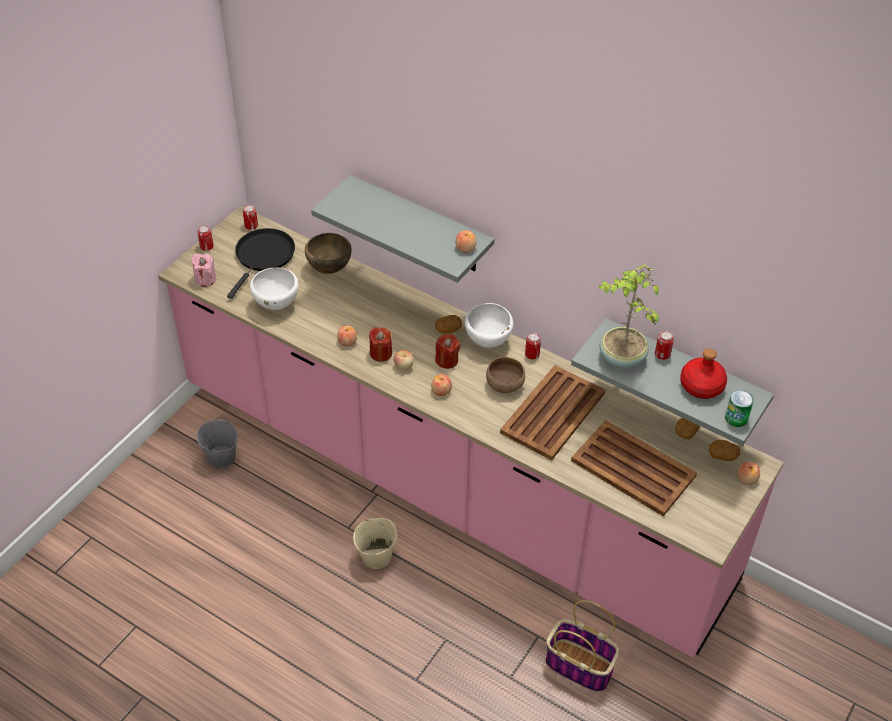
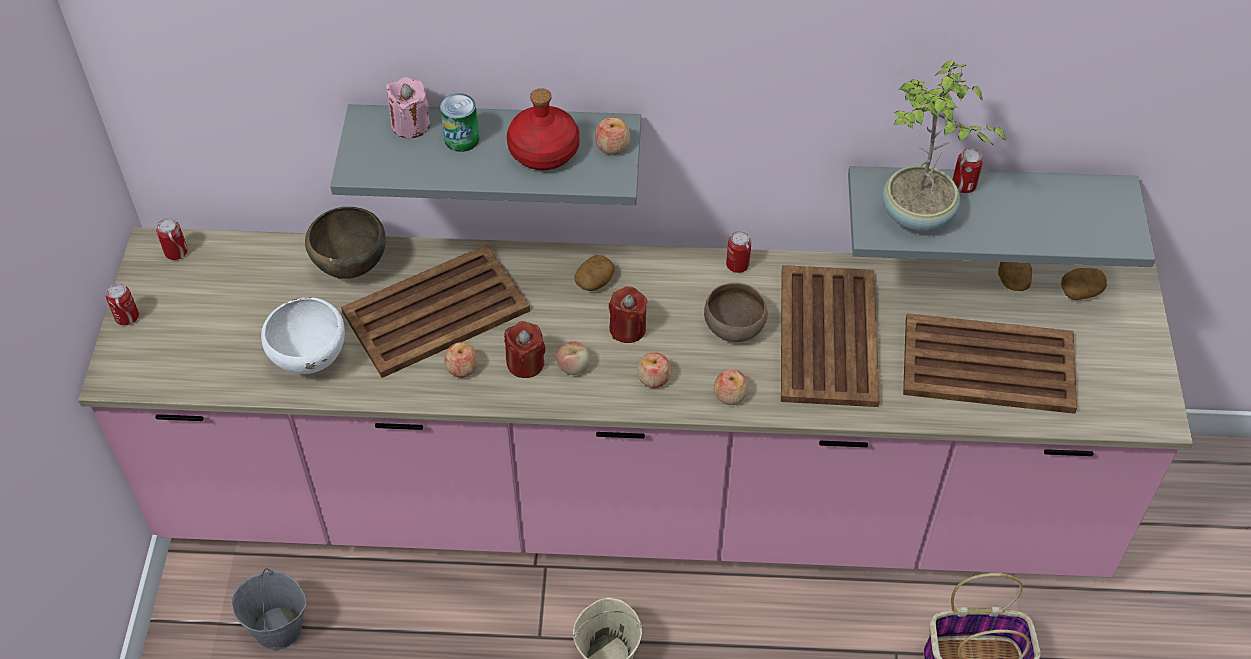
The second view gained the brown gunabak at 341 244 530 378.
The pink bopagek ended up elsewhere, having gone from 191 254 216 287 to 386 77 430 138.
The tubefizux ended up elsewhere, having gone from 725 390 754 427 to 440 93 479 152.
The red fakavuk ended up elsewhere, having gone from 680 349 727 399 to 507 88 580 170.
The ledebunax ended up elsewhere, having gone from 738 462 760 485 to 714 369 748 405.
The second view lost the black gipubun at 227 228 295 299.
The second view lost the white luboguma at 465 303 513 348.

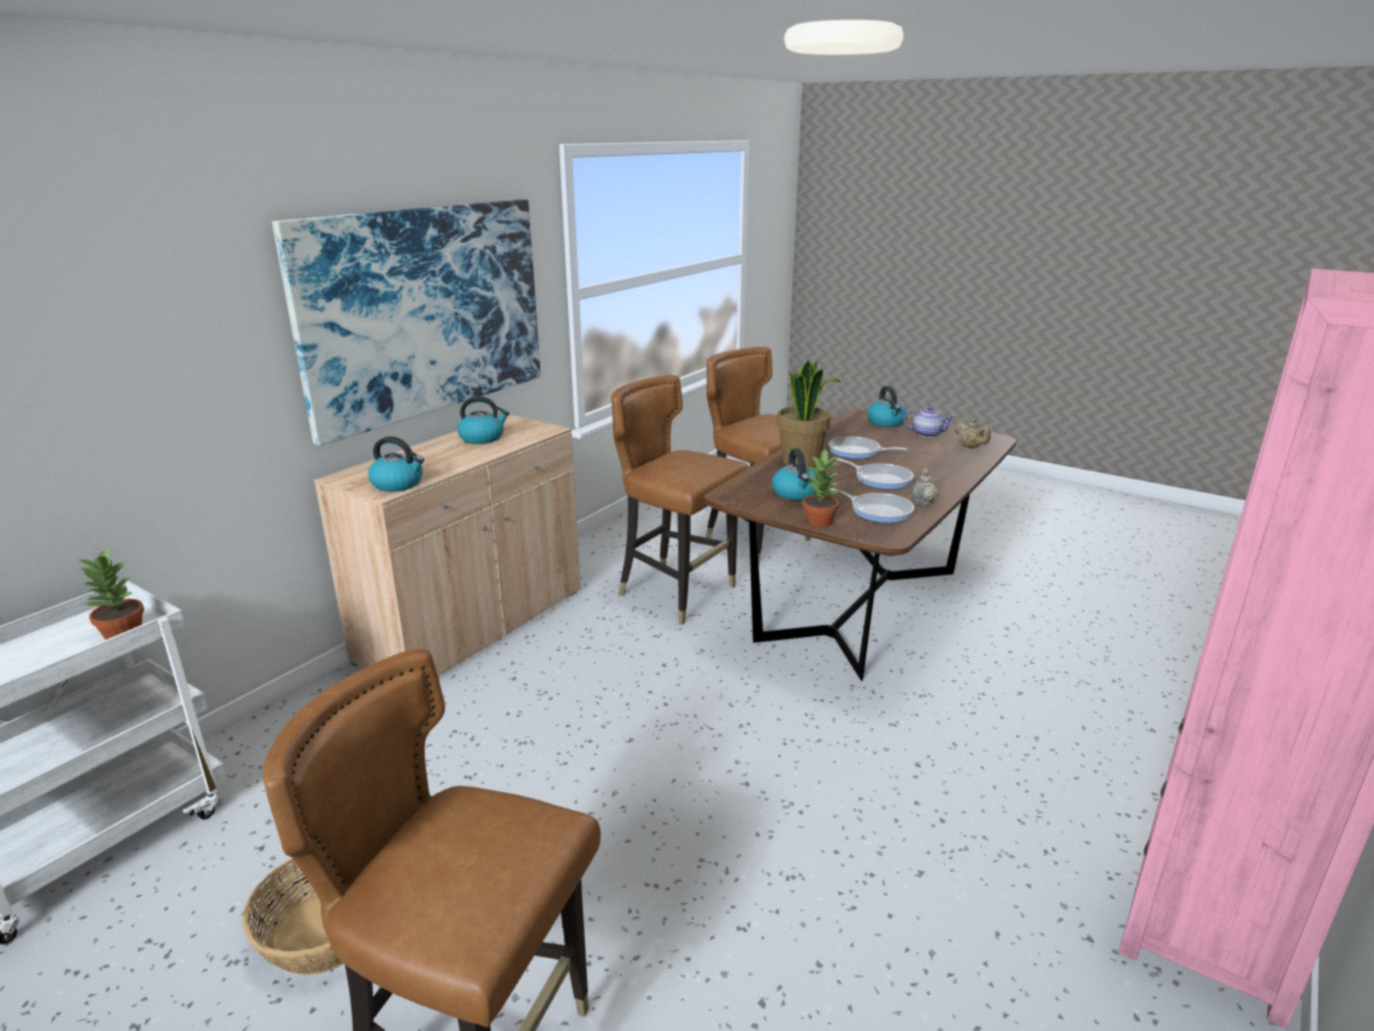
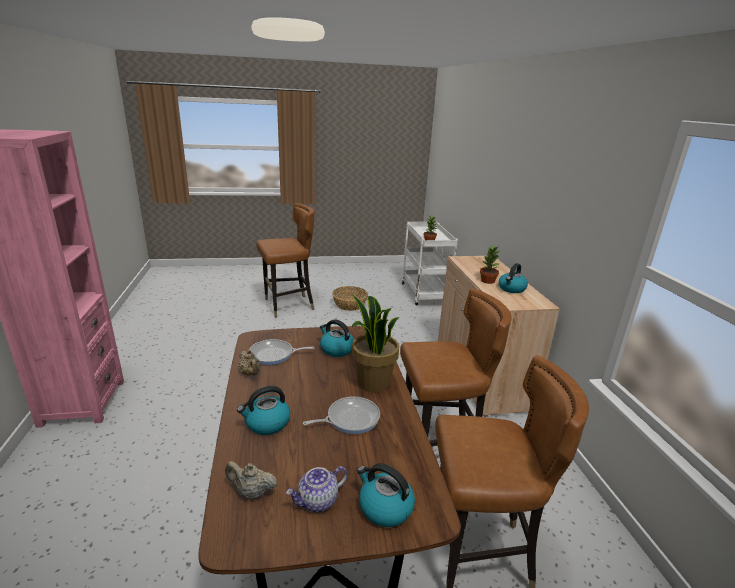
The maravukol ended up elsewhere, having gone from 368 436 424 492 to 237 386 290 435.
The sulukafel ended up elsewhere, having gone from 803 448 840 527 to 480 244 501 284.
The second view lost the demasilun at 272 199 541 446.
The second view lost the gipubun at 836 458 913 490.

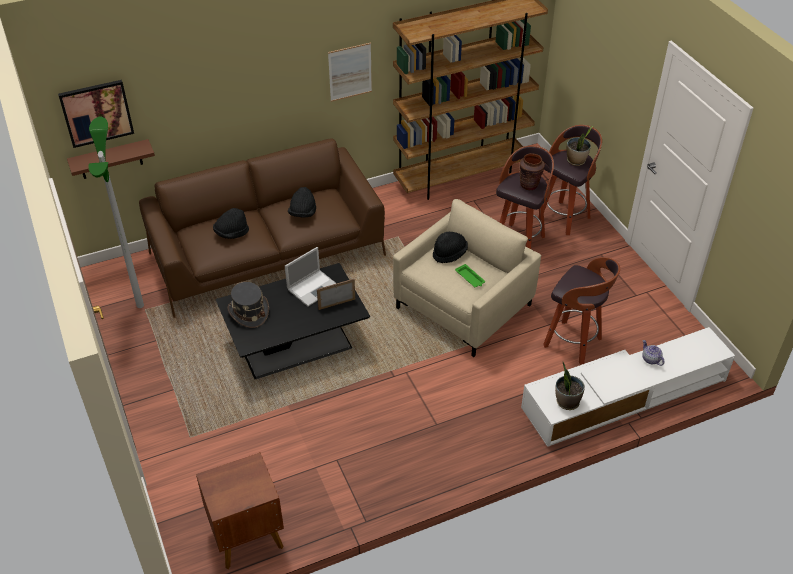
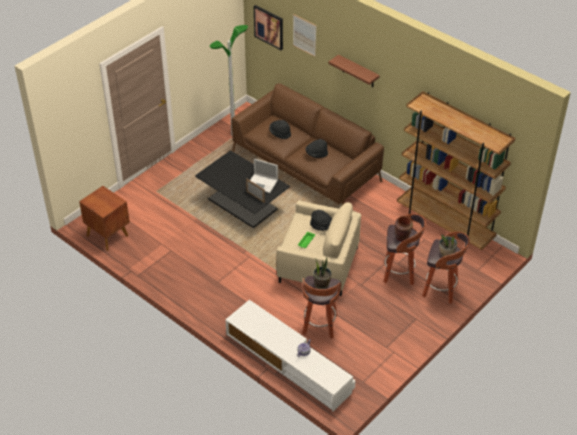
The demasilun ended up elsewhere, having gone from 328 43 372 102 to 293 14 316 57.
The sulukafel ended up elsewhere, having gone from 555 362 585 410 to 313 257 332 289.
The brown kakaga ended up elsewhere, having gone from 67 139 155 179 to 328 55 380 87.
The second view lost the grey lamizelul at 228 282 269 328.

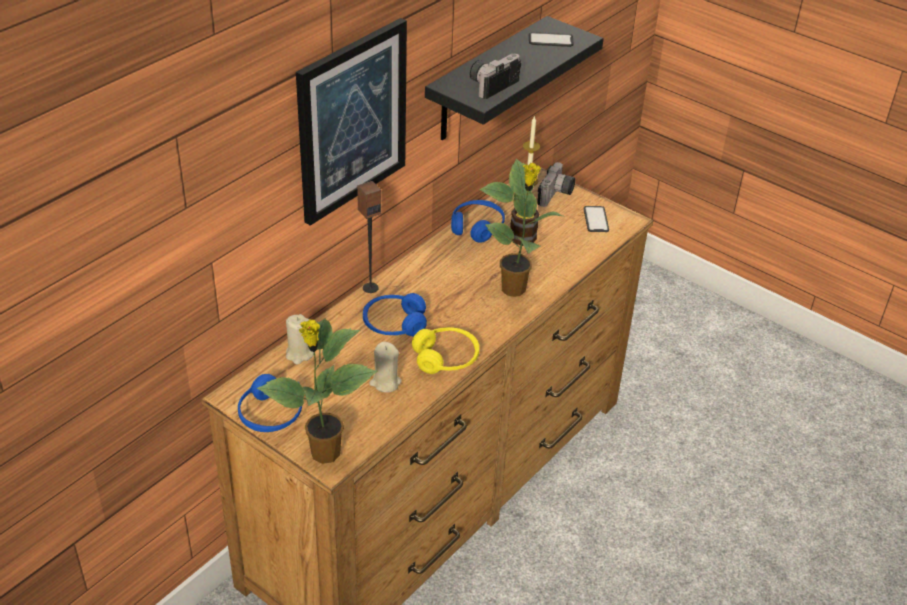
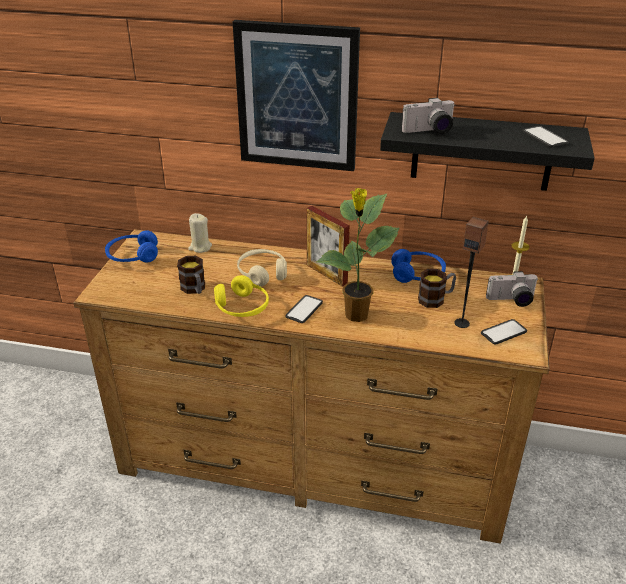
Where the beige bopagek stood at 369 341 402 393, the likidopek came to stand at 177 256 205 294.
What was the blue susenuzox at 363 293 427 336 turned into the beige susenuzox at 237 249 287 287.
The second view gained the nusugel at 285 295 323 323.
The second view gained the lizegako at 306 206 350 287.
The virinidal at 469 54 521 99 ended up facing another way, 150 degrees clockwise from before.
The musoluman ended up elsewhere, having gone from 357 181 381 293 to 454 217 489 328.
The second view lost the sulukafel at 257 318 377 464.

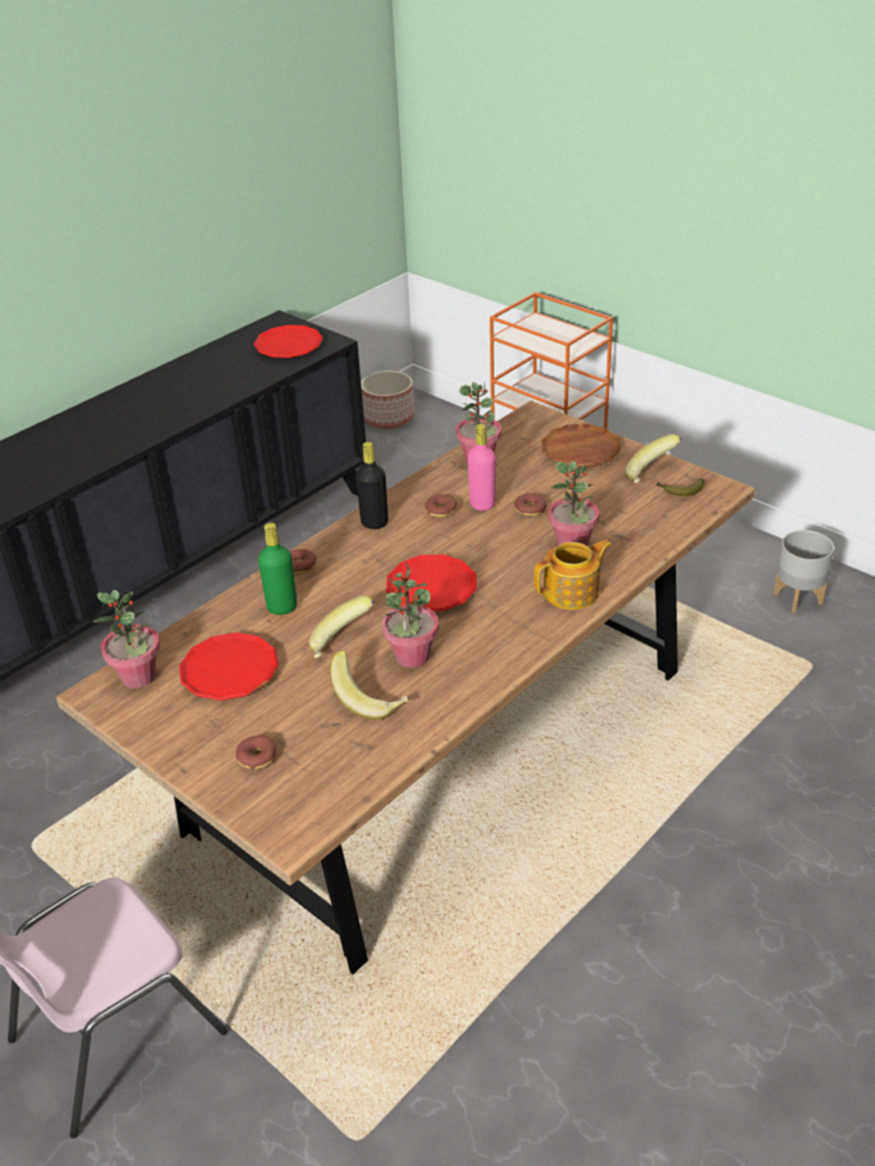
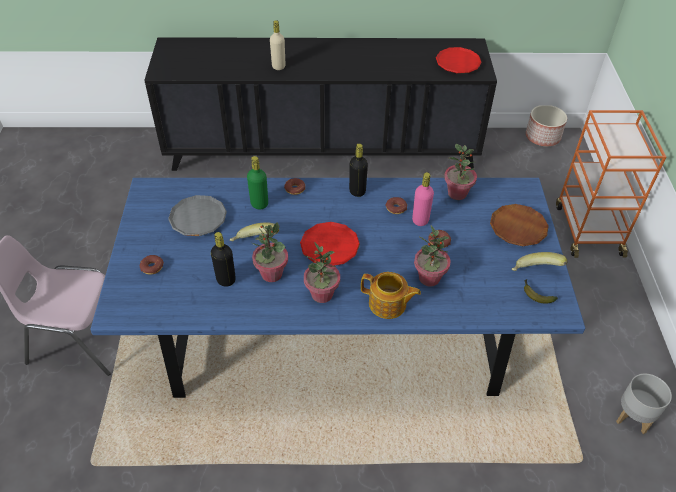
What was the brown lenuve at 56 401 755 974 turned into the blue lenuve at 90 178 585 398.
What was the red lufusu at 179 632 278 701 turned into the grey lufusu at 168 195 227 236.
Where the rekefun stood at 330 650 409 720, the black fakavuk came to stand at 211 232 236 287.
The second view gained the beige fakavuk at 270 21 286 70.
The sulukafel ended up elsewhere, having gone from 94 590 160 688 to 304 242 340 303.

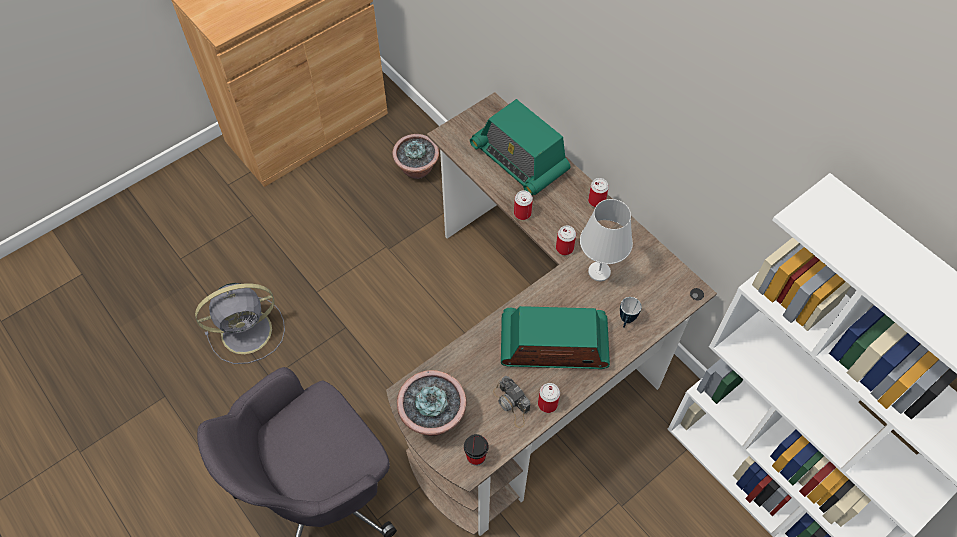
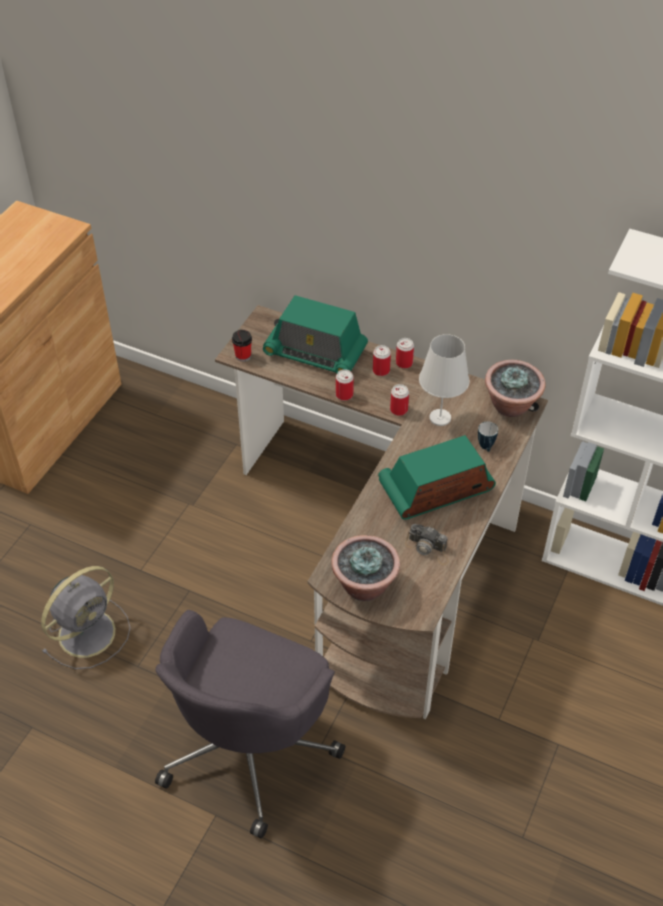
The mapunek ended up elsewhere, having gone from 464 434 489 466 to 232 330 252 362.
The tubefizux ended up elsewhere, having gone from 538 383 560 413 to 373 345 391 376.
The sulukafel ended up elsewhere, having gone from 392 134 439 179 to 485 360 546 417.

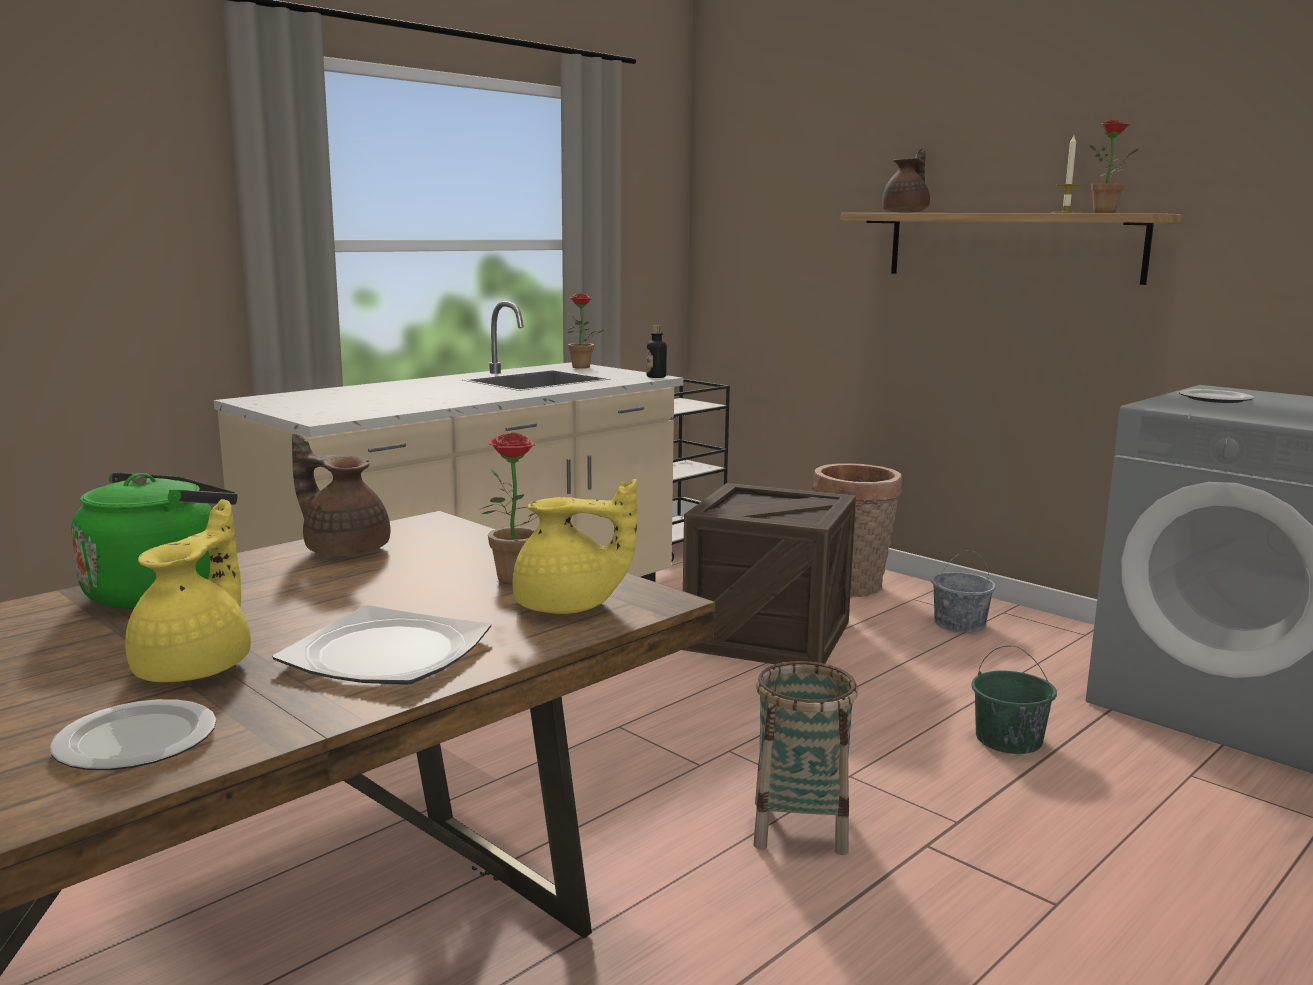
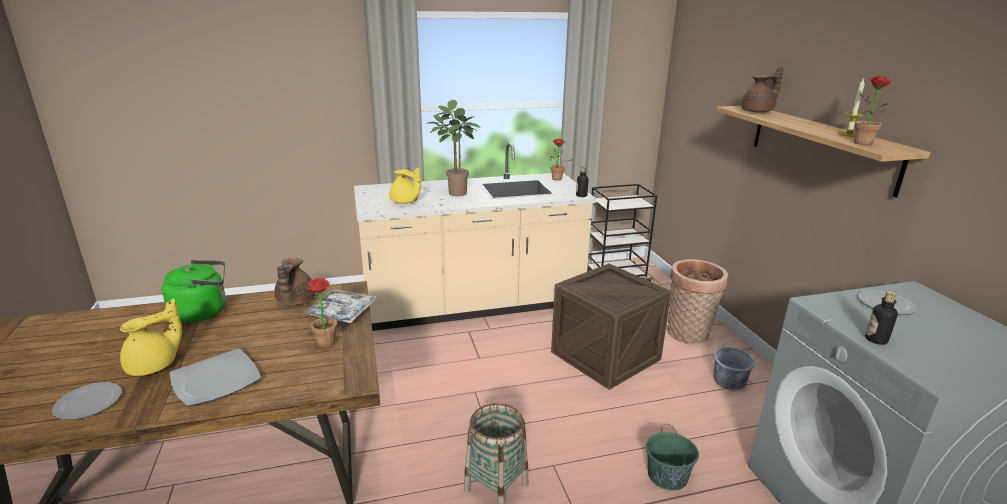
The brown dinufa at 292 434 391 557 ended up facing another way, 150 degrees counterclockwise from before.
The second view gained the gunabak at 302 289 377 323.
The yellow dinufa ended up elsewhere, having gone from 512 479 637 614 to 390 167 421 204.
The second view gained the sulukafel at 426 100 481 196.
The second view gained the fakavuk at 865 291 898 345.

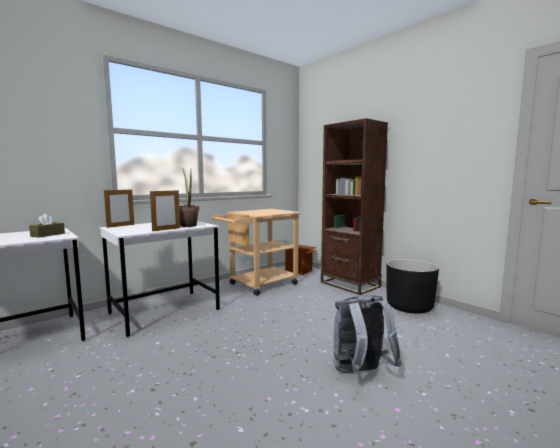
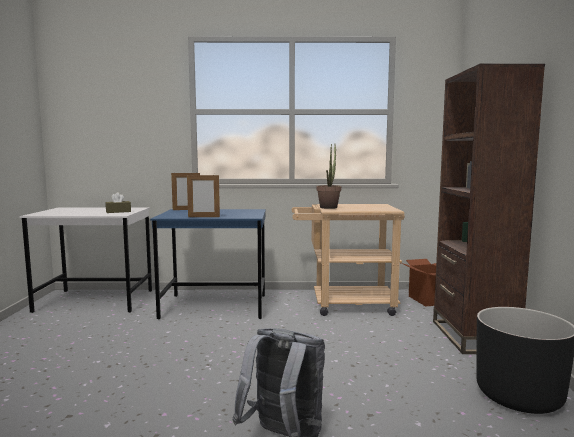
What was the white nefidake at 100 221 220 337 turned into the blue nefidake at 150 209 266 319.
The sulukafel ended up elsewhere, having gone from 179 168 199 227 to 316 144 341 209.

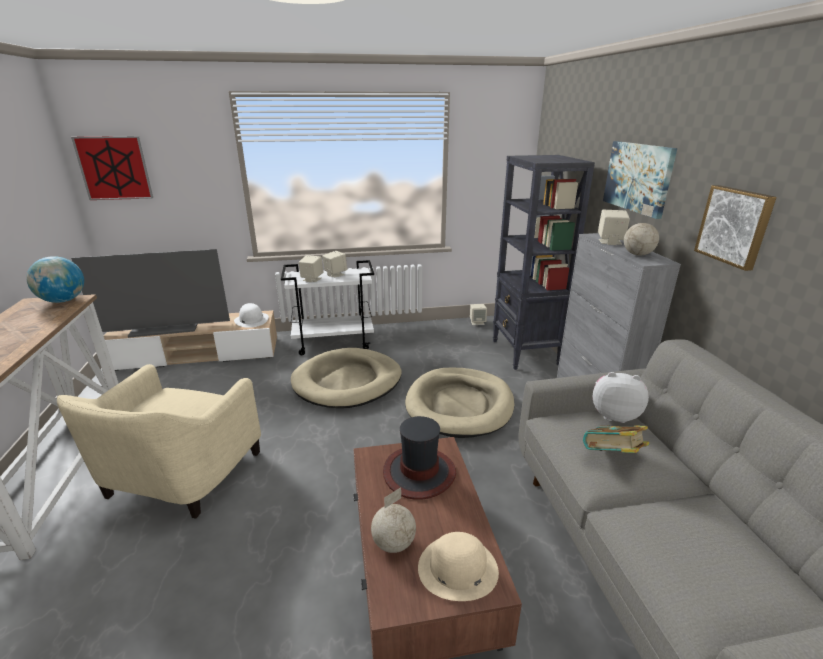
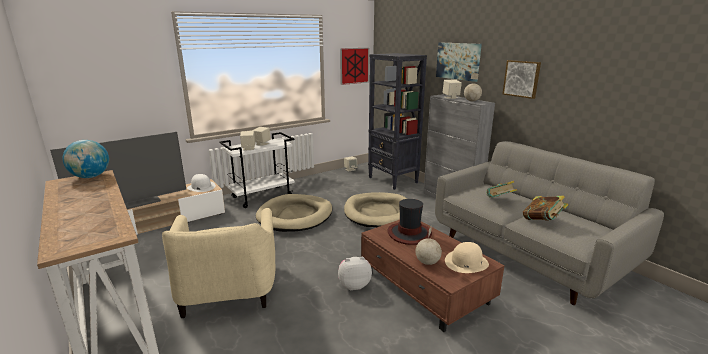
The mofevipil ended up elsewhere, having gone from 592 372 649 423 to 338 257 372 290.
The demasilun ended up elsewhere, having gone from 71 136 153 200 to 340 48 370 85.
The second view gained the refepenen at 523 196 569 221.

